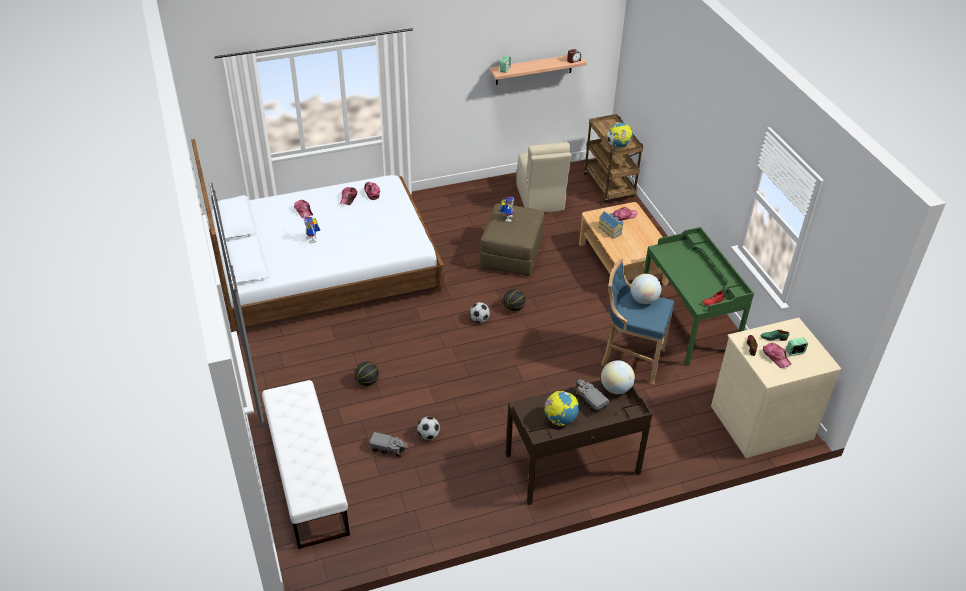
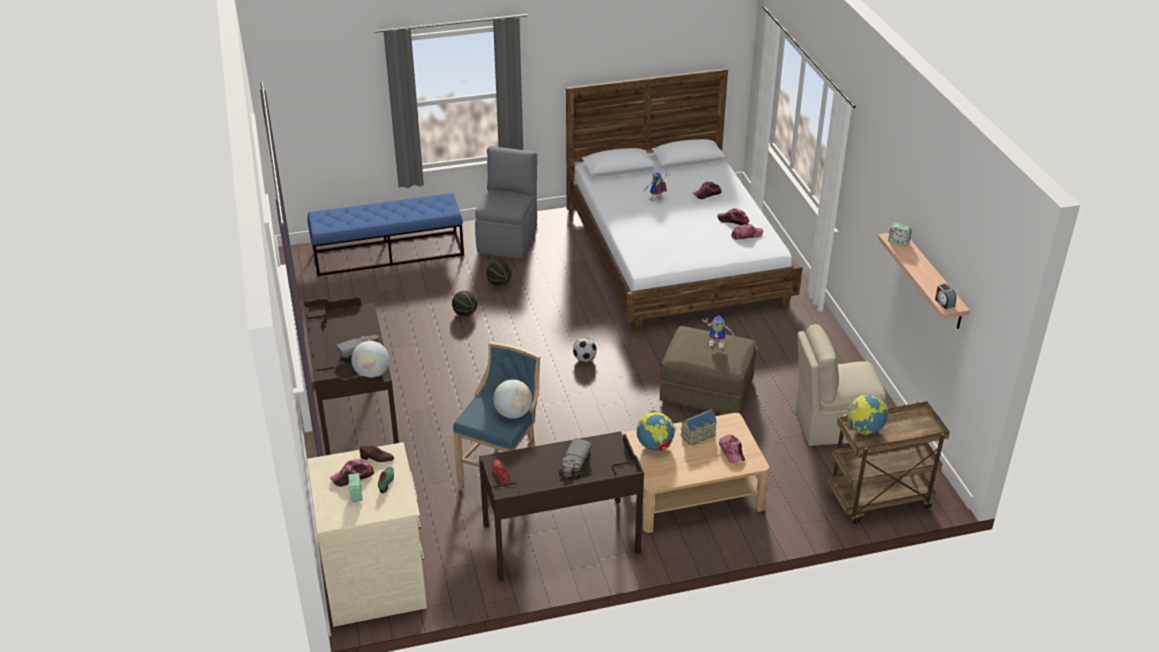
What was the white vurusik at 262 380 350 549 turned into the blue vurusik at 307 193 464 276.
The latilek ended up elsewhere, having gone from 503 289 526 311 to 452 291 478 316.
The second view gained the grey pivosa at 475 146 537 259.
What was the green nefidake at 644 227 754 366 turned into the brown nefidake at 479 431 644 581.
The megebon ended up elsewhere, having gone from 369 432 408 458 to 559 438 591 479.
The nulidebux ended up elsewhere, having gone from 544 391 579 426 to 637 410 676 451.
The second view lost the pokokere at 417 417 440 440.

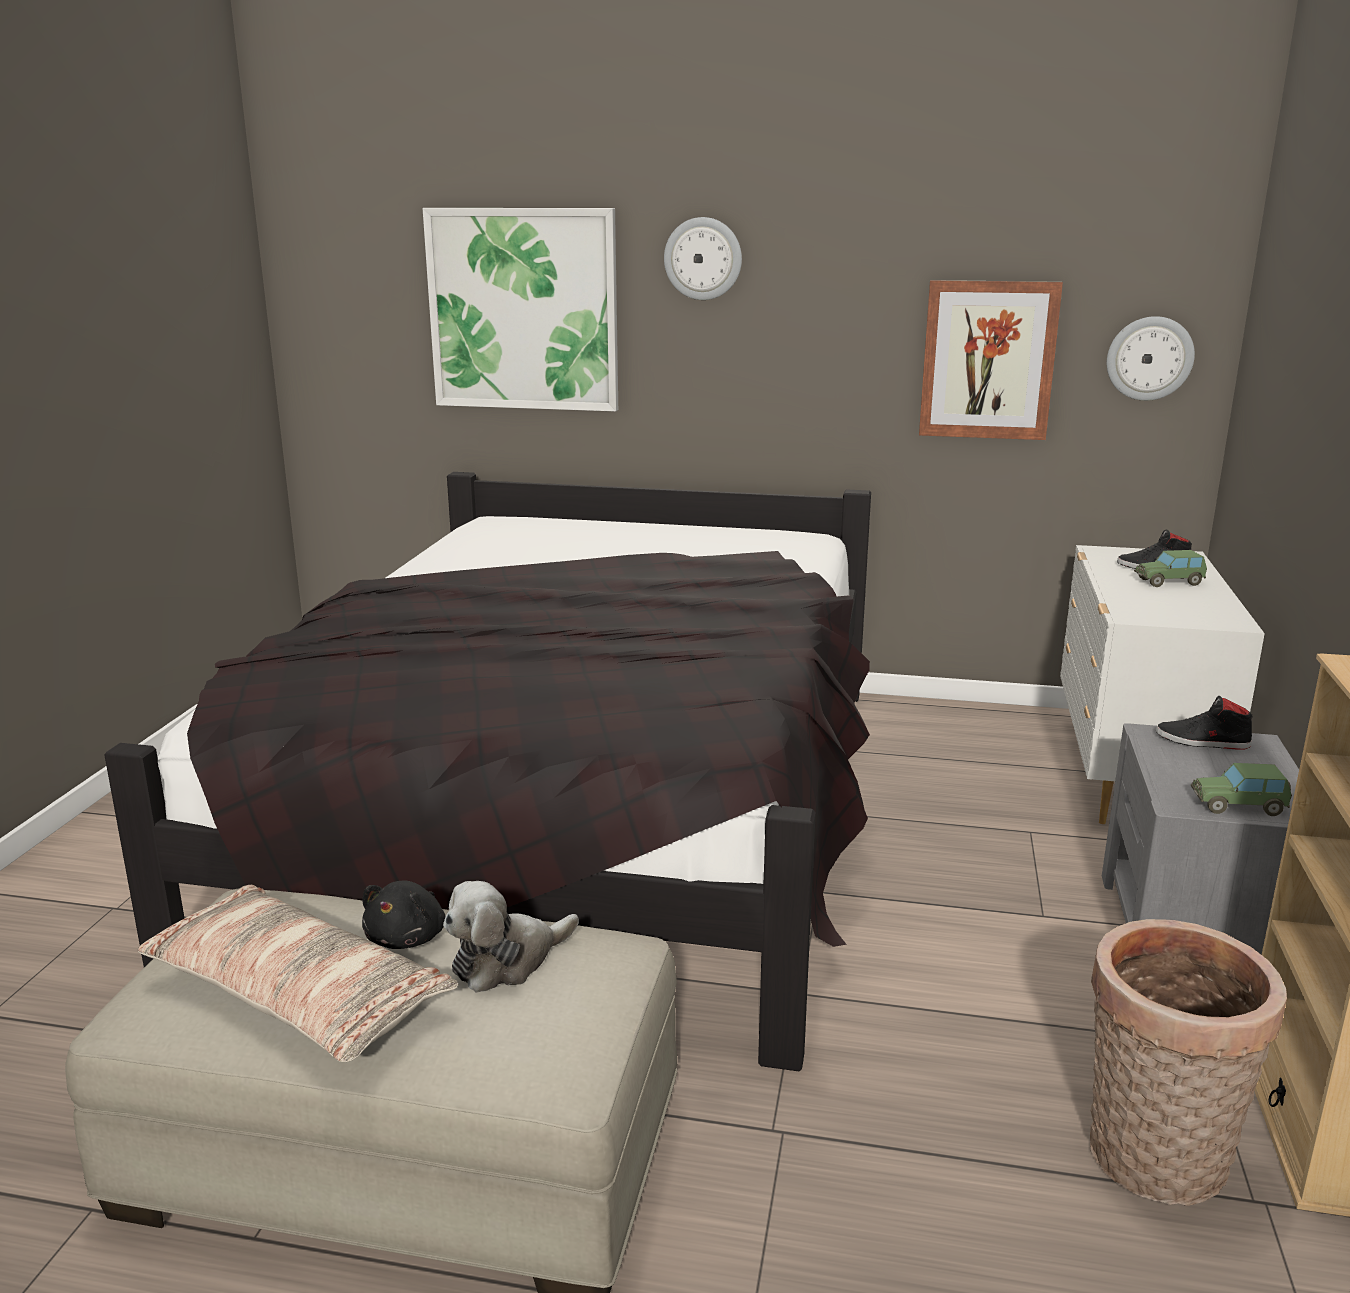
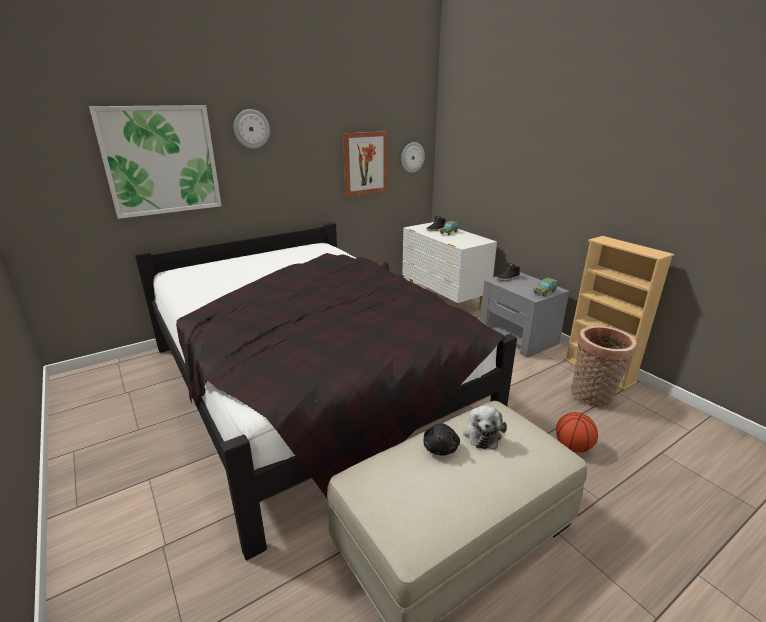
The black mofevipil at 362 880 446 949 ended up facing another way, 45 degrees clockwise from before.
The second view gained the latilek at 556 412 598 453.
The second view lost the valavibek at 138 885 458 1062.

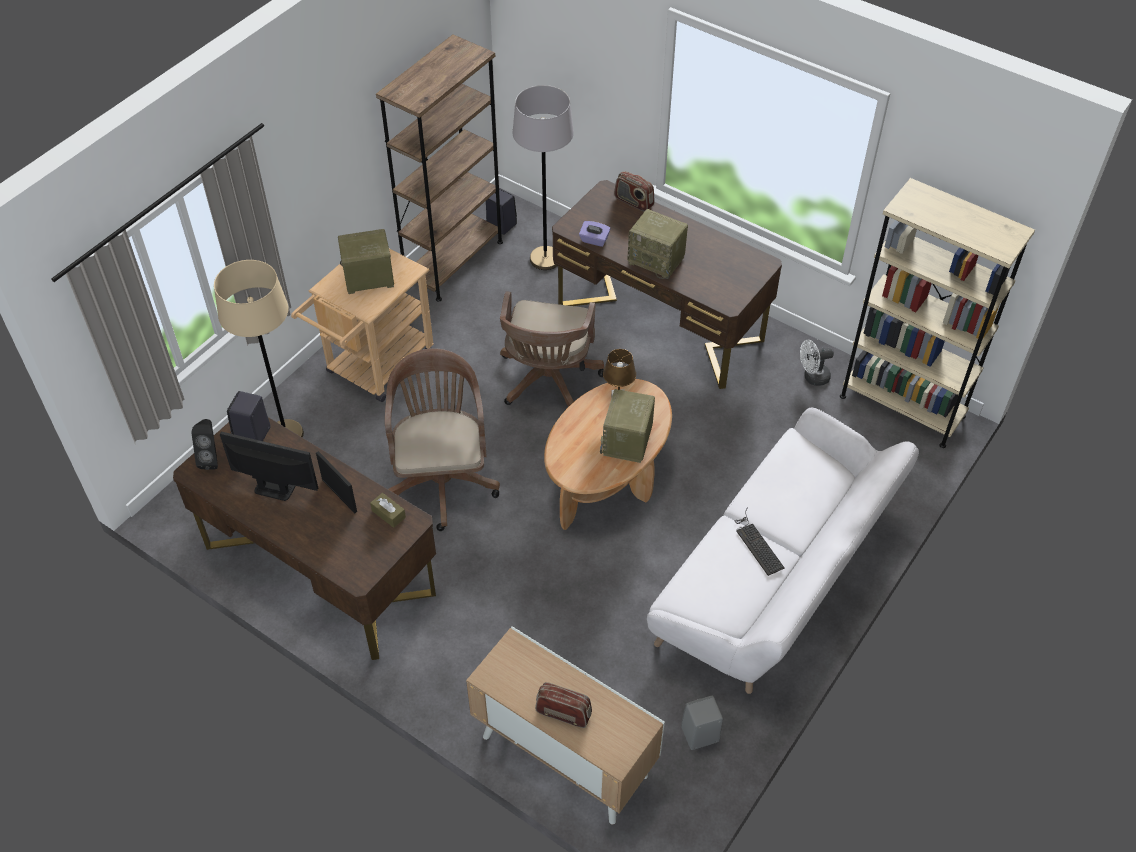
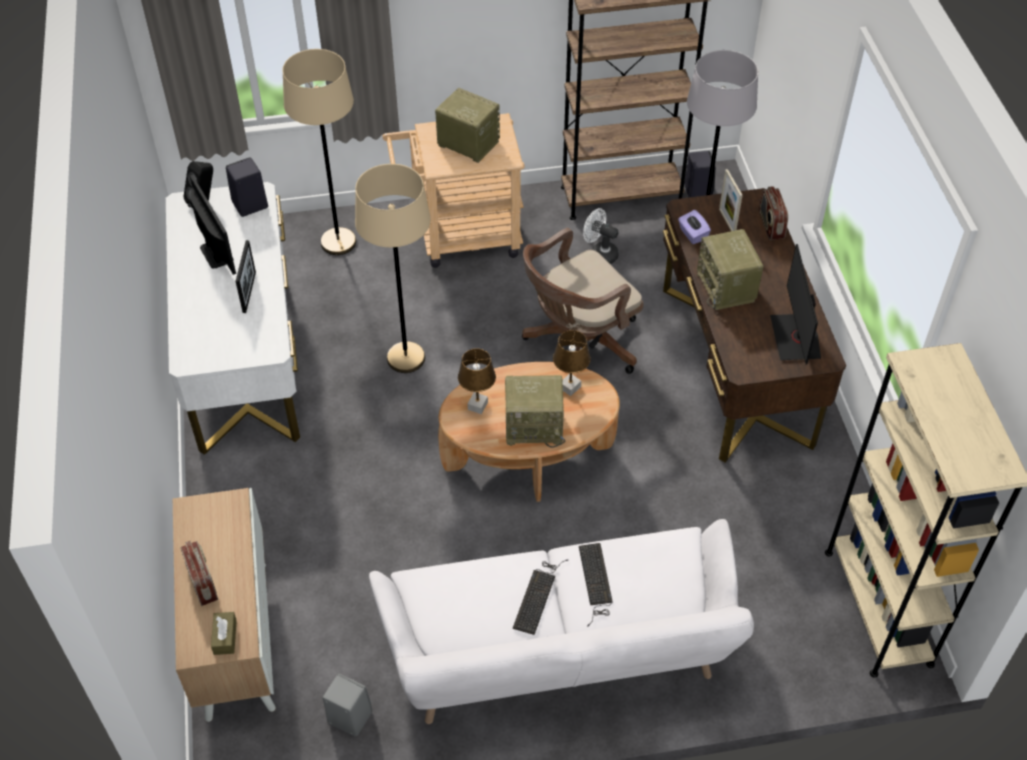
What was the brown nefidake at 173 417 436 660 turned into the white nefidake at 166 182 300 455.
The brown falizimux ended up elsewhere, having gone from 370 493 406 528 to 211 612 237 655.
Where the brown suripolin stood at 385 348 500 531, the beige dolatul came to stand at 355 164 431 373.
The second view gained the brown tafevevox at 458 349 496 414.
The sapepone at 600 389 655 463 ended up facing another way, 150 degrees counterclockwise from before.
The second view gained the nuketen at 579 543 613 627.
The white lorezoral ended up elsewhere, having gone from 800 340 834 386 to 583 208 619 264.
The second view gained the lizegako at 719 169 743 231.
The second view gained the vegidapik at 770 244 821 364.

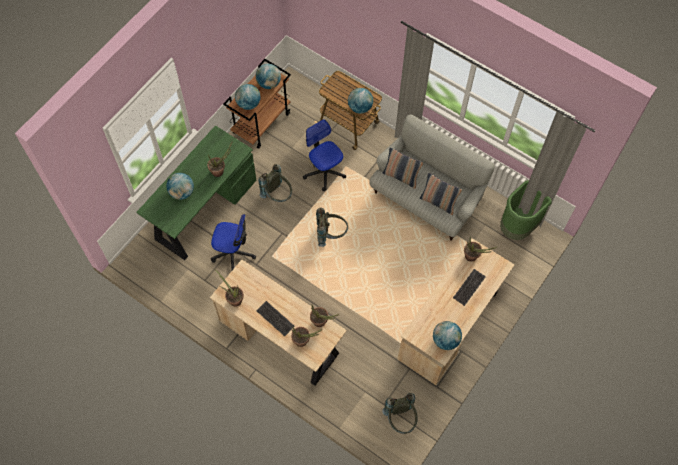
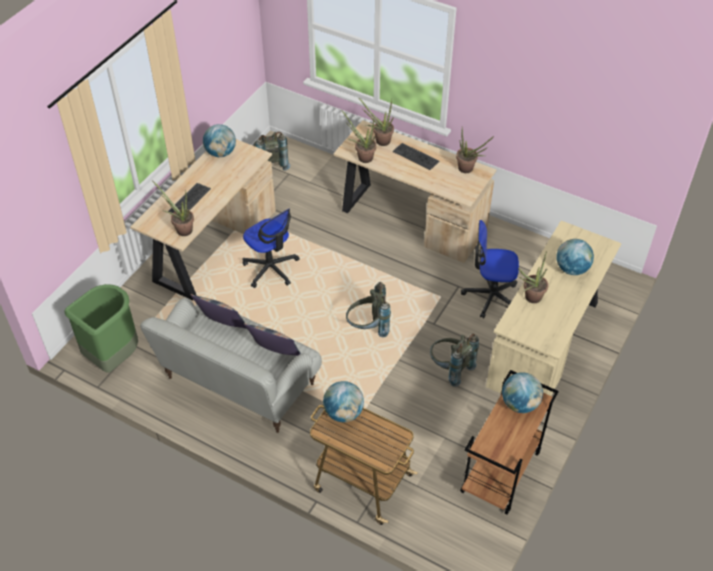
The suripolin ended up elsewhere, having gone from 303 119 346 191 to 243 209 300 288.
What was the green nefidake at 136 125 256 260 turned into the beige nefidake at 486 221 621 396.
The second view lost the nulidebux at 256 64 281 89.

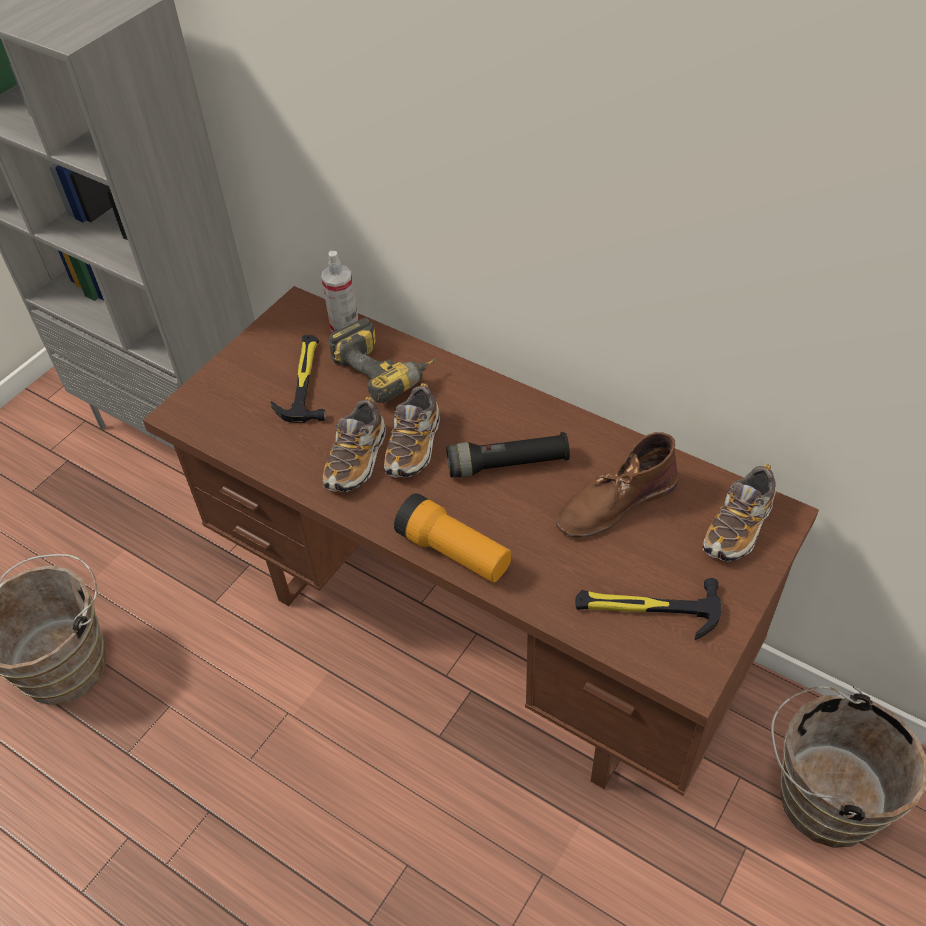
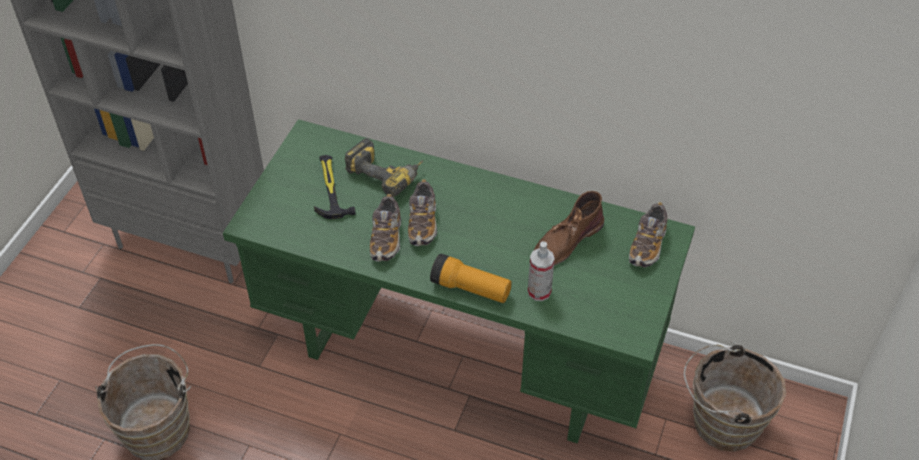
What was the brown nefidake at 143 286 819 796 turned into the green nefidake at 223 119 695 444.
The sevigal ended up elsewhere, having gone from 321 251 359 333 to 528 241 555 301.
The second view lost the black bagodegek at 446 432 570 477.
The second view lost the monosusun at 576 578 721 640.

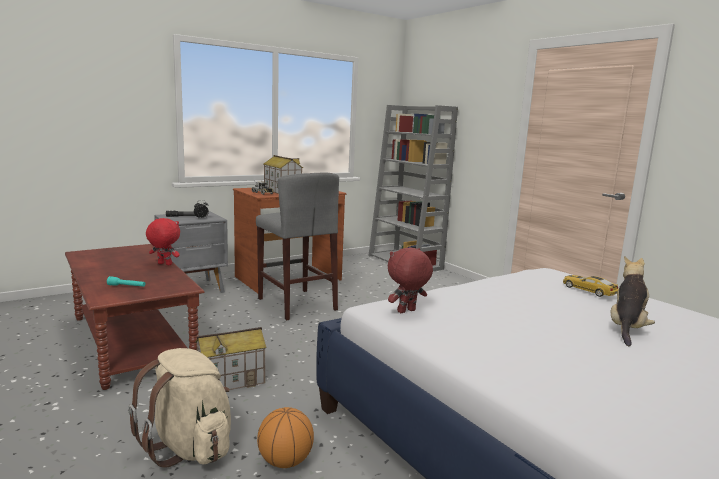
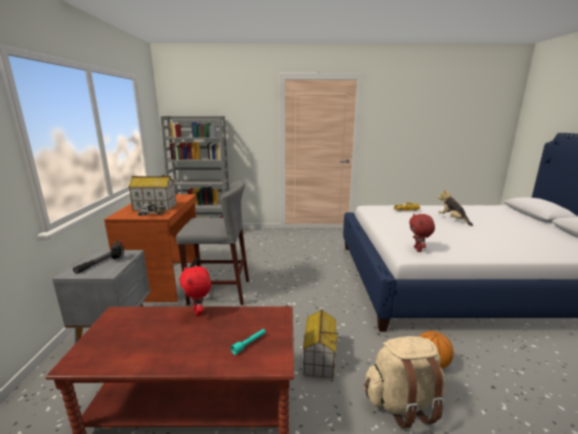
The red mofevipil at 146 218 180 265 ended up facing another way, 75 degrees counterclockwise from before.

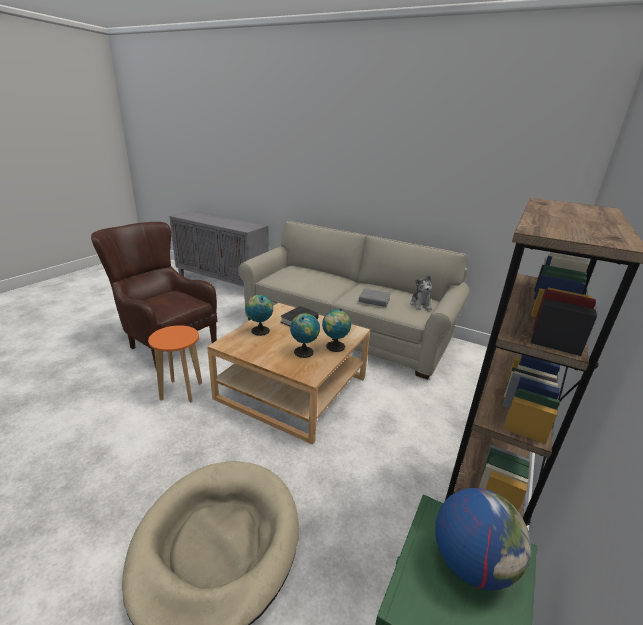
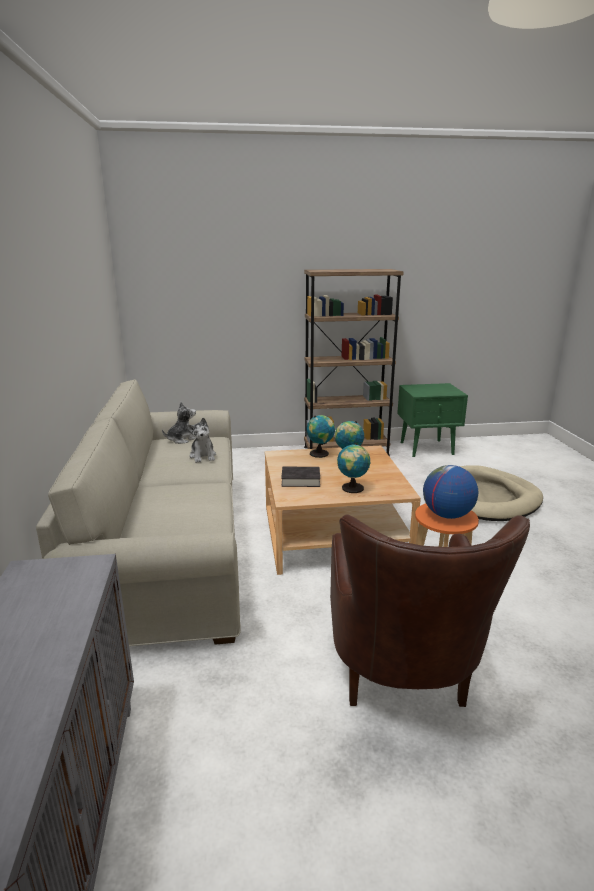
Where the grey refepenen stood at 359 288 391 307, the mofevipil came to stand at 187 418 216 463.
The nulidebux ended up elsewhere, having gone from 435 488 531 590 to 423 465 478 519.

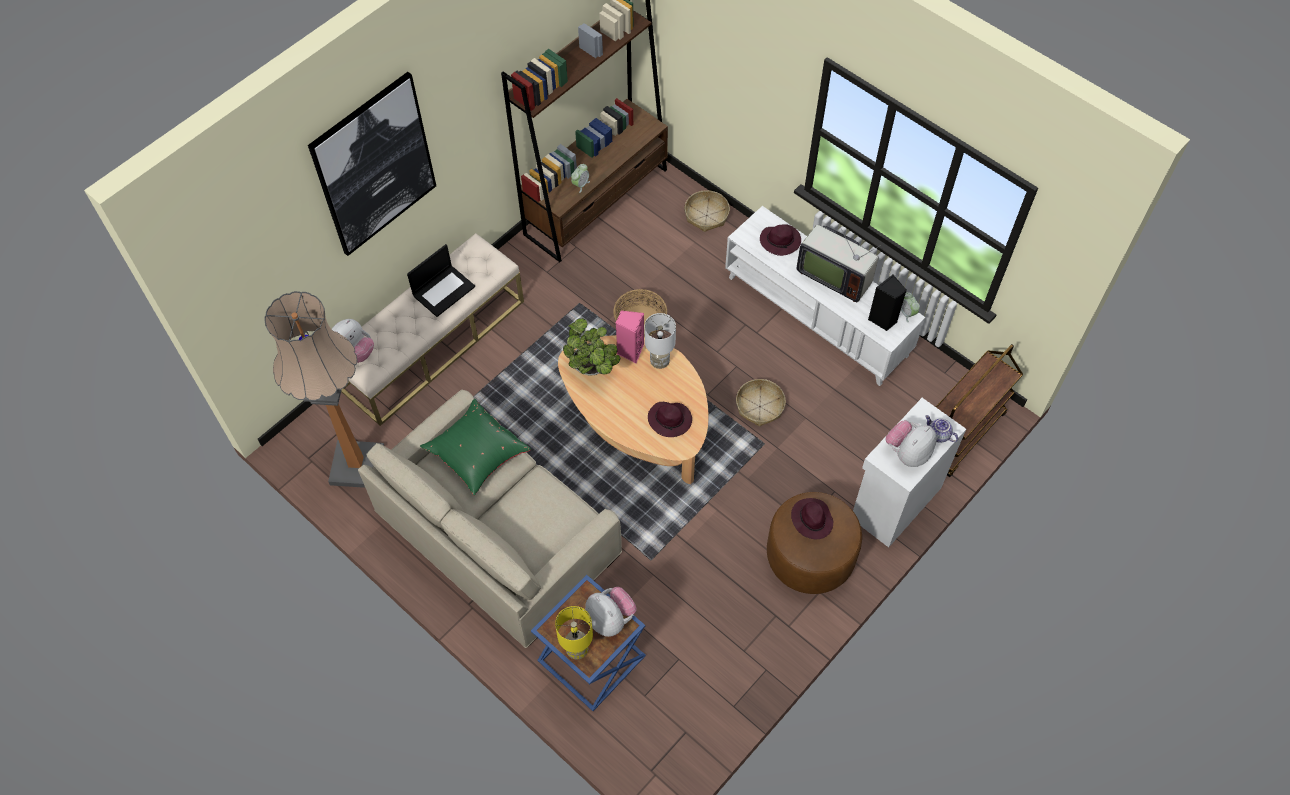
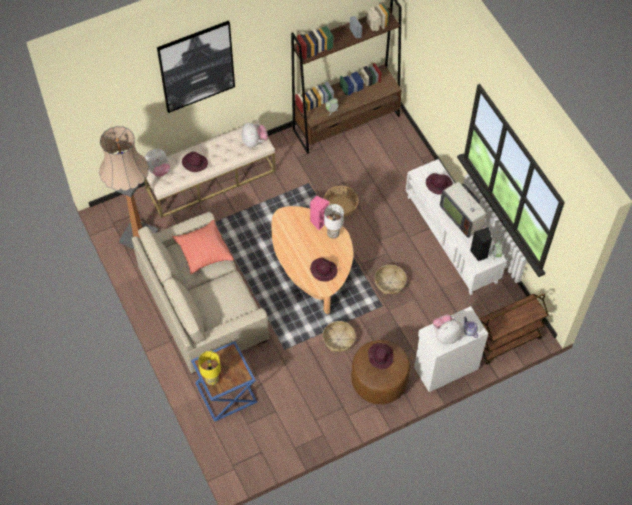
What was the green valavibek at 420 399 531 496 turned into the red valavibek at 172 219 234 275.
The second view gained the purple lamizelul at 182 152 208 172.
The mofevipil ended up elsewhere, having gone from 585 587 637 637 to 242 123 268 148.
The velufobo ended up elsewhere, having gone from 684 190 730 232 to 323 321 356 352.
The second view lost the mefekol at 407 244 475 317.
The second view lost the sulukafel at 563 318 620 376.

